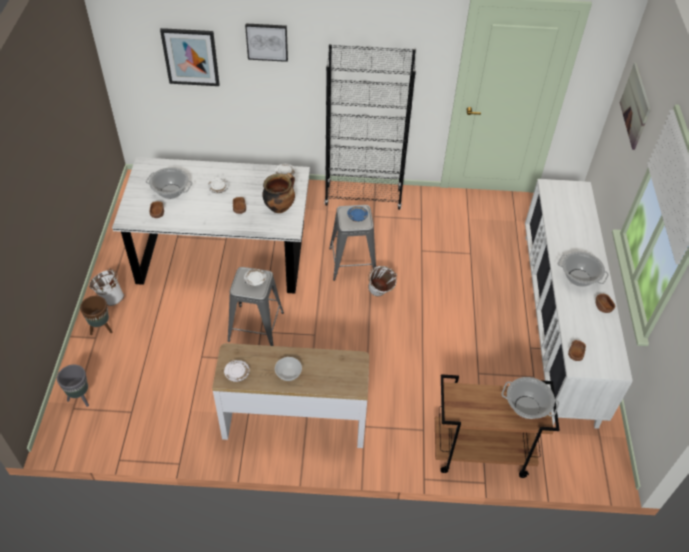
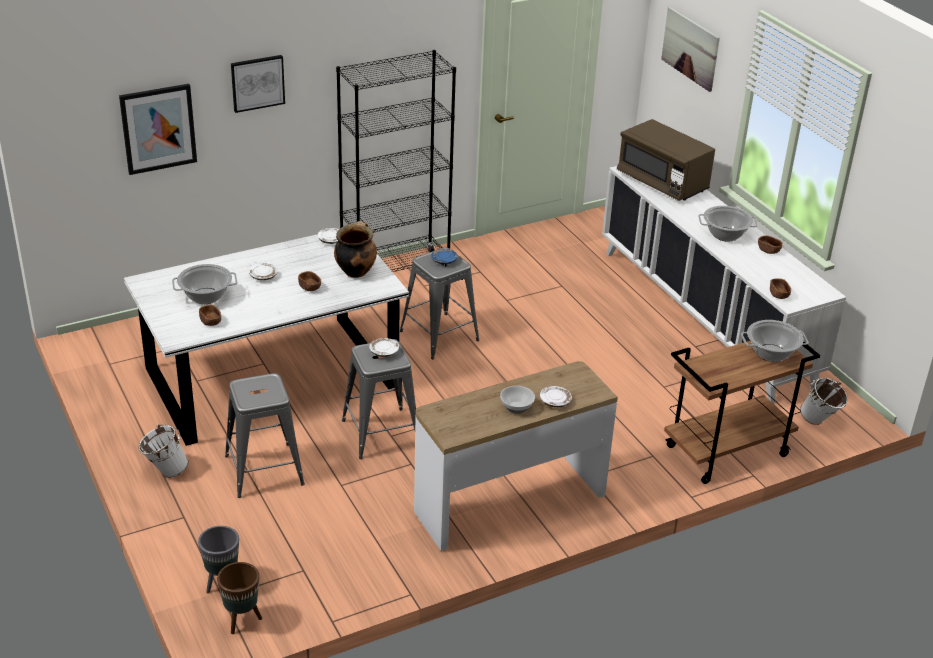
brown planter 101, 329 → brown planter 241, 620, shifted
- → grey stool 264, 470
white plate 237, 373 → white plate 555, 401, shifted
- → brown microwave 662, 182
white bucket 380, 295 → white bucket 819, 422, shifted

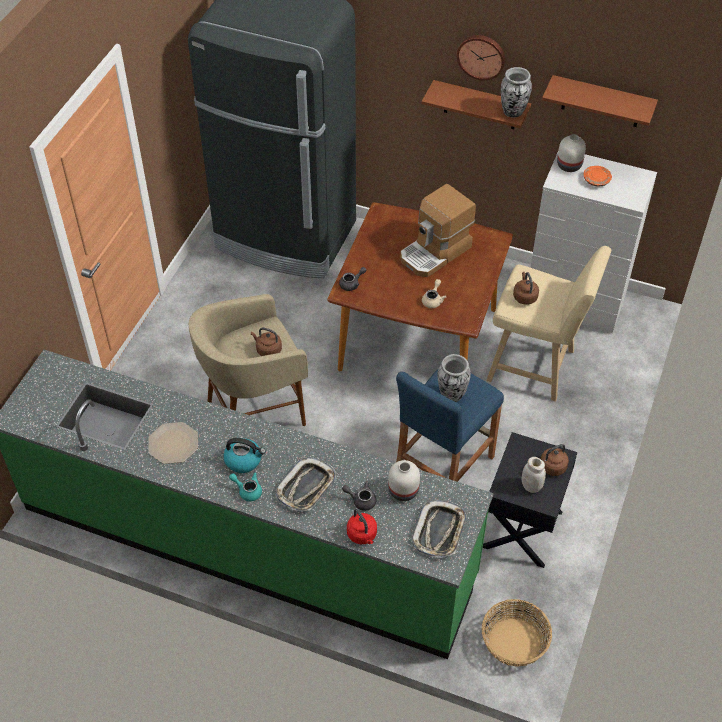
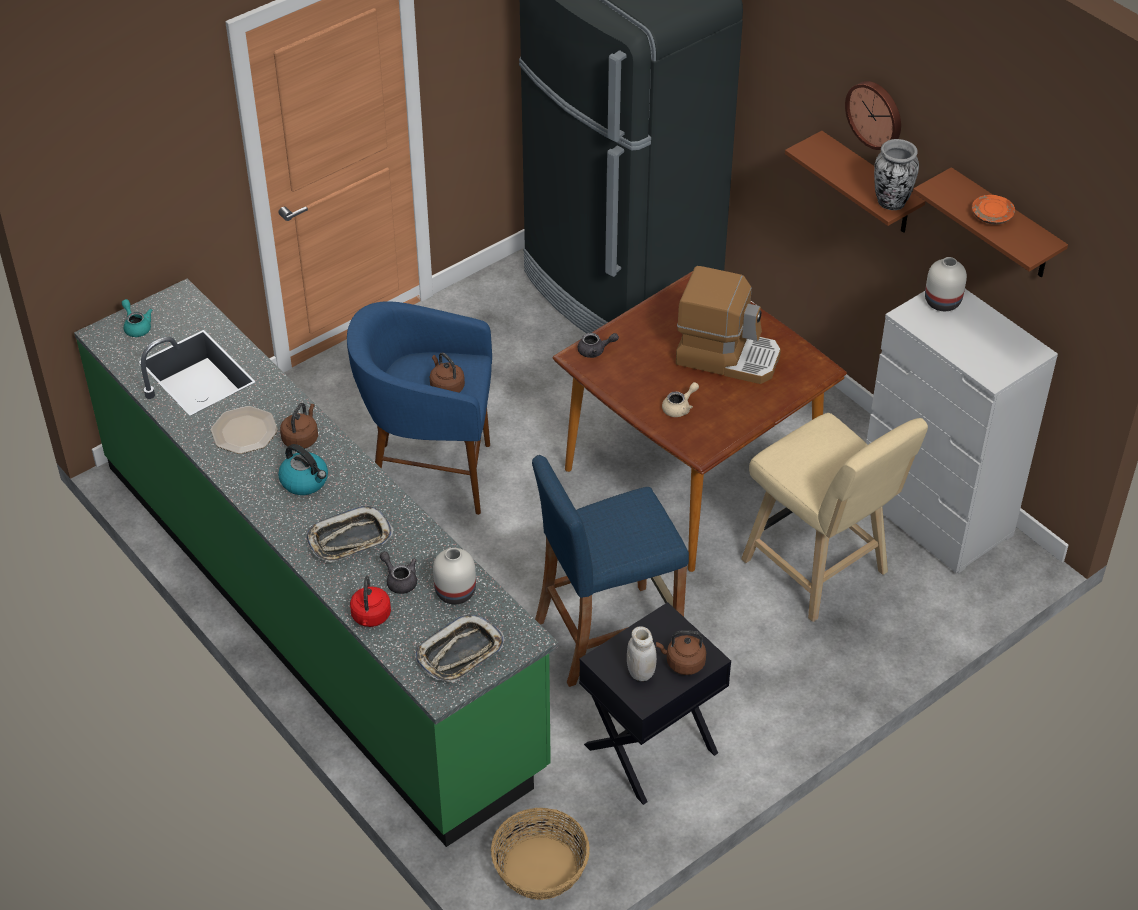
turquoise teapot 247, 490 → turquoise teapot 136, 326, shifted
brown kettle 524, 296 → brown kettle 301, 438, shifted
beige stool 254, 413 → blue stool 430, 475
coffee machine 435, 253 → coffee machine 727, 356, 150 degrees counterclockwise
orange plate 596, 180 → orange plate 992, 216, shifted
vase 451, 395 → -

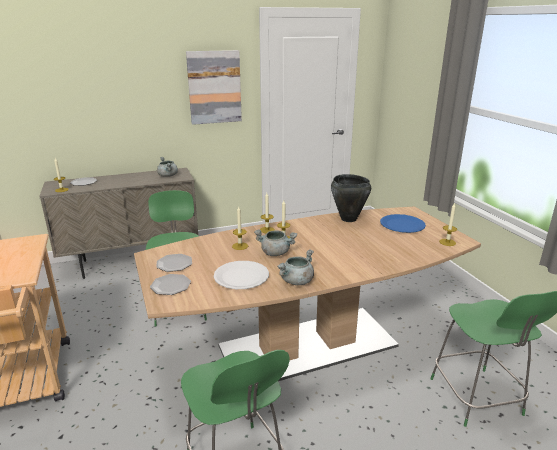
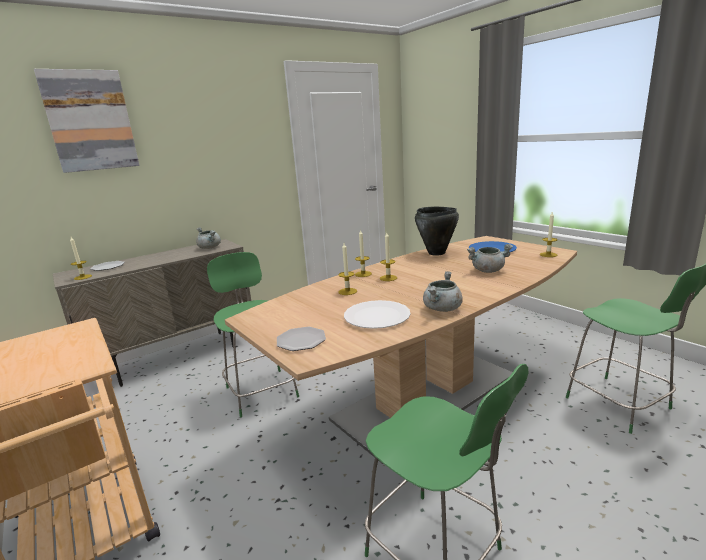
picture 214, 87 → picture 90, 121, shifted
grey cooking pot 275, 253 → grey cooking pot 488, 270, shifted
plate 174, 264 → -

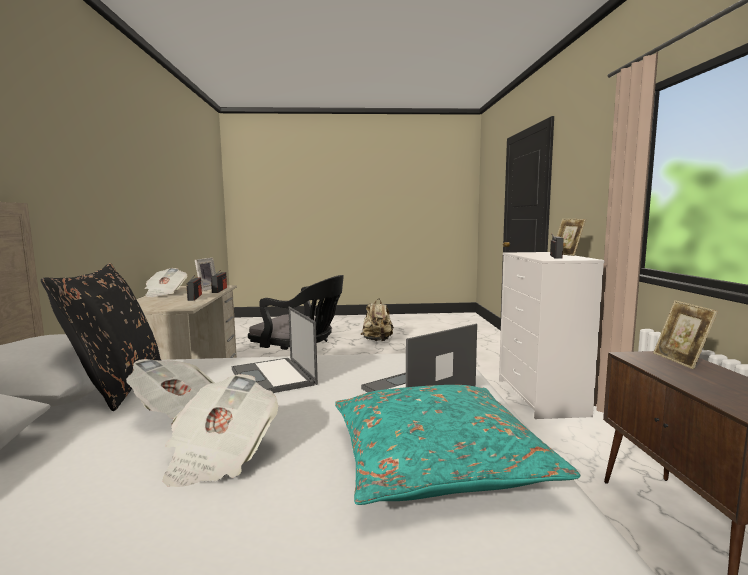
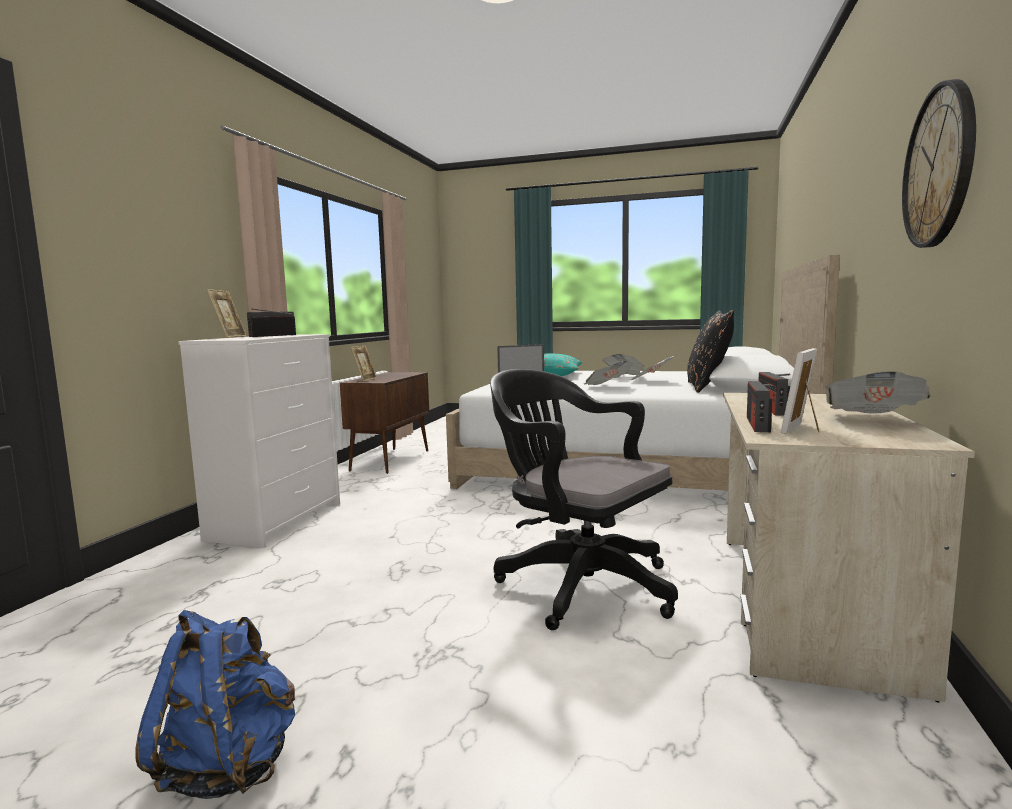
beige backpack 377, 340 → blue backpack 228, 766
laptop 273, 377 → newspaper 608, 387
- → wall clock 939, 166

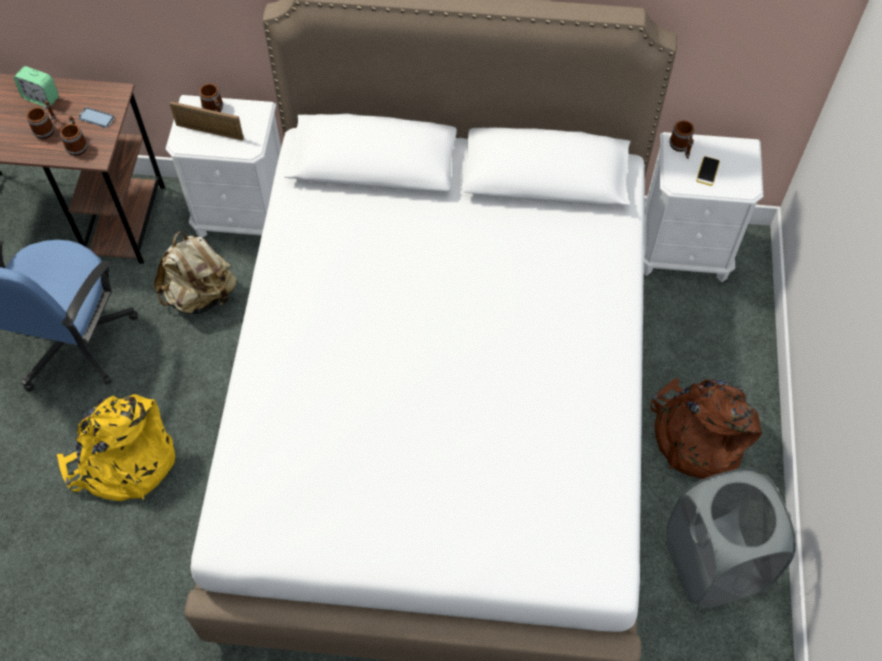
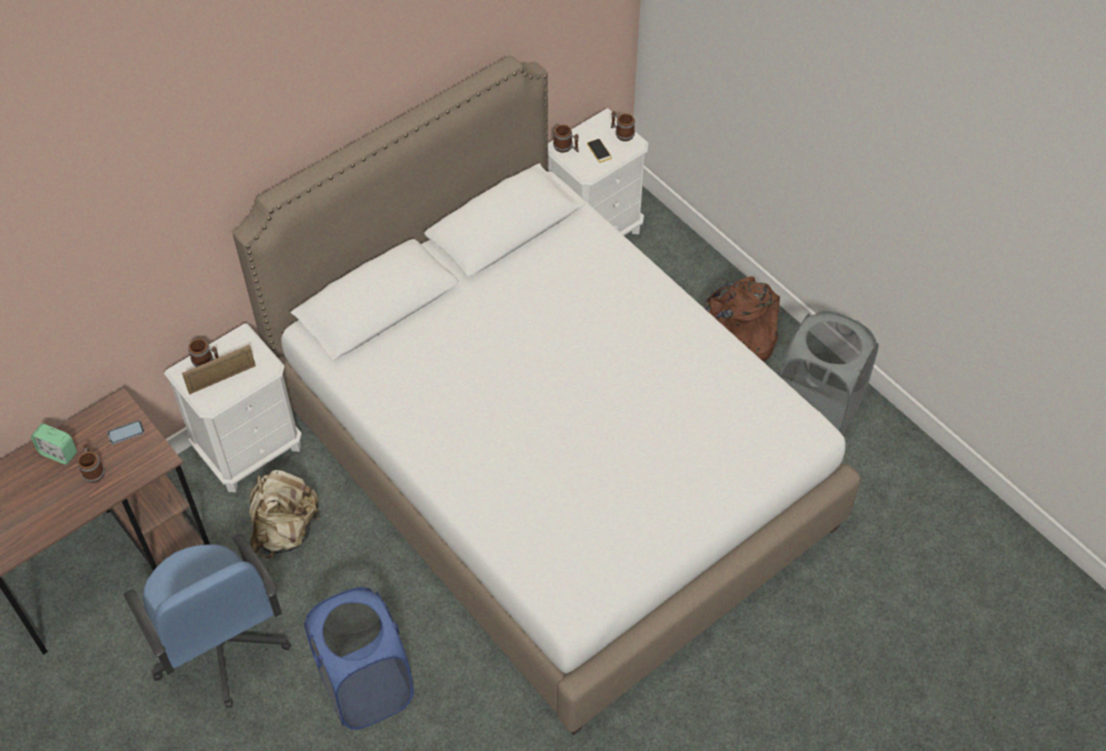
alarm clock 41, 98 → alarm clock 58, 453, 45 degrees clockwise
yellow backpack 123, 460 → blue laundry basket 366, 686
mug 77, 144 → mug 621, 133, shifted

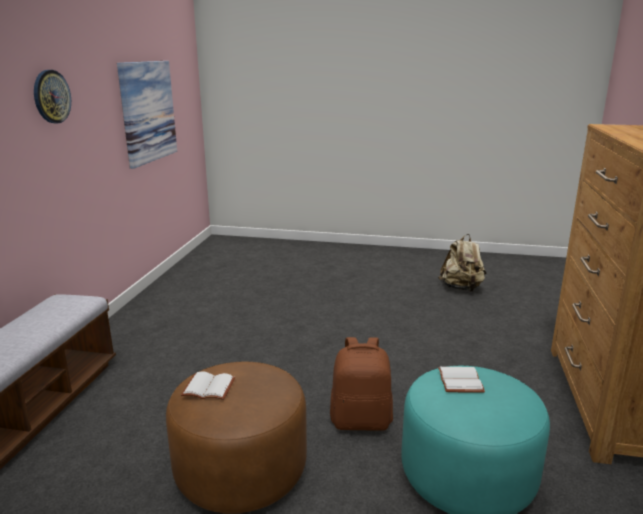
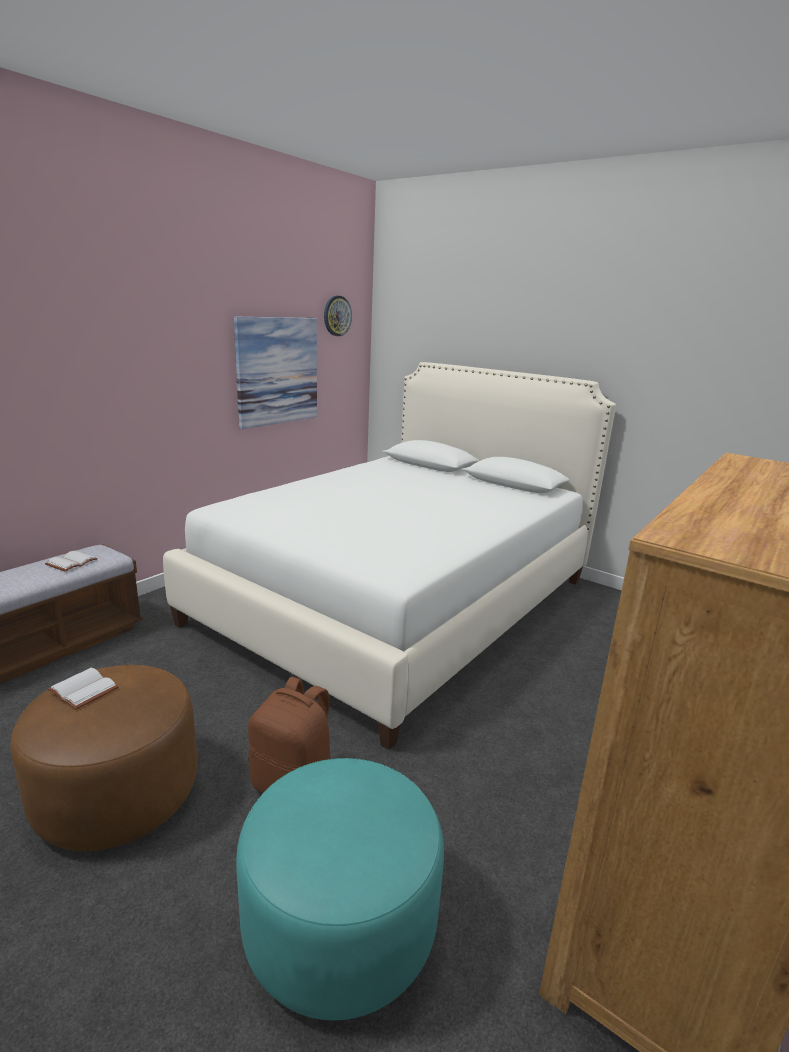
white book 461, 381 → white book 71, 563, shifted
- → white bed 399, 600
wall clock 51, 96 → wall clock 337, 316, shifted
beige backpack 461, 288 → -

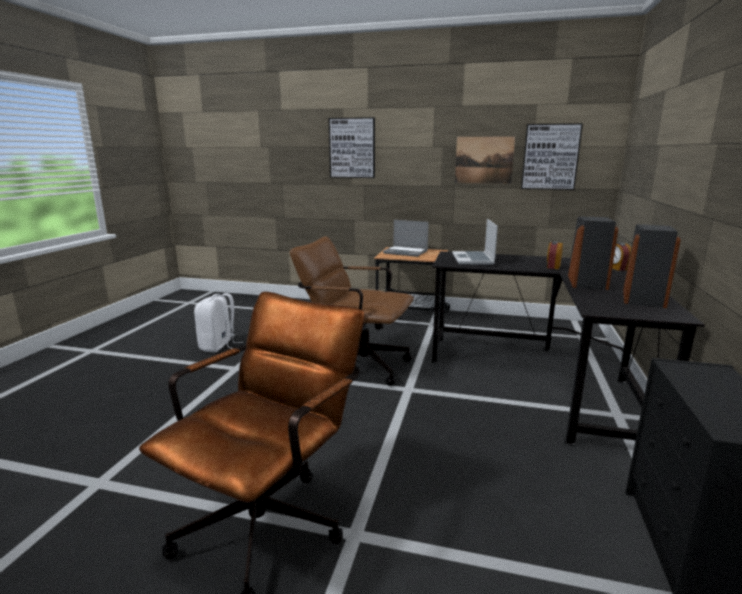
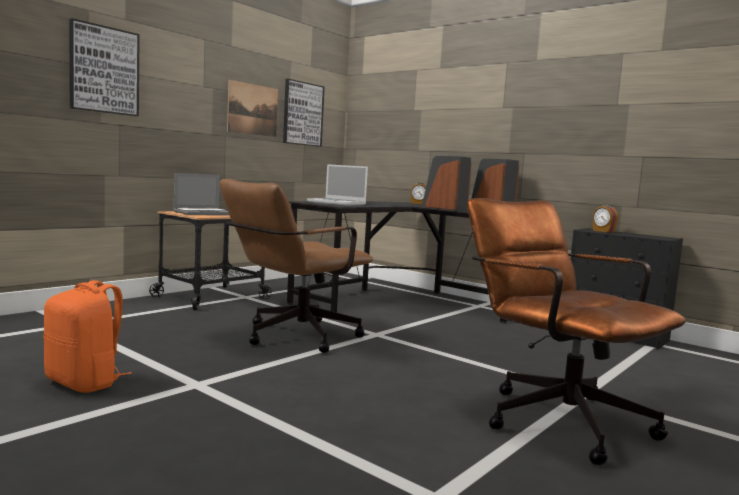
white backpack 218, 346 → orange backpack 85, 383
alarm clock 553, 267 → alarm clock 603, 231, shifted

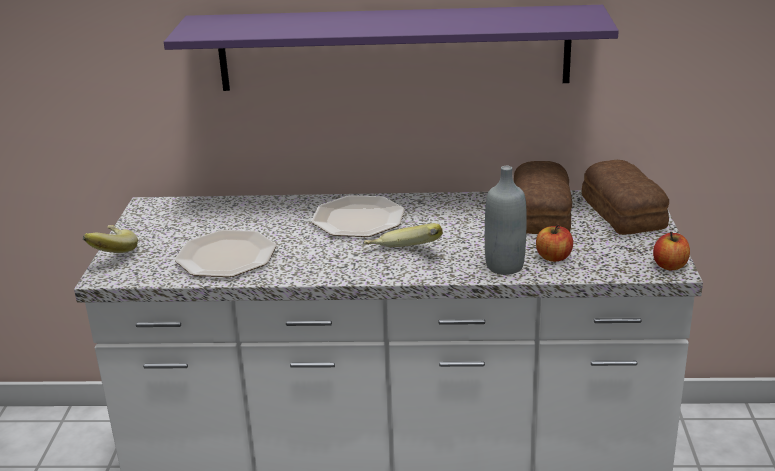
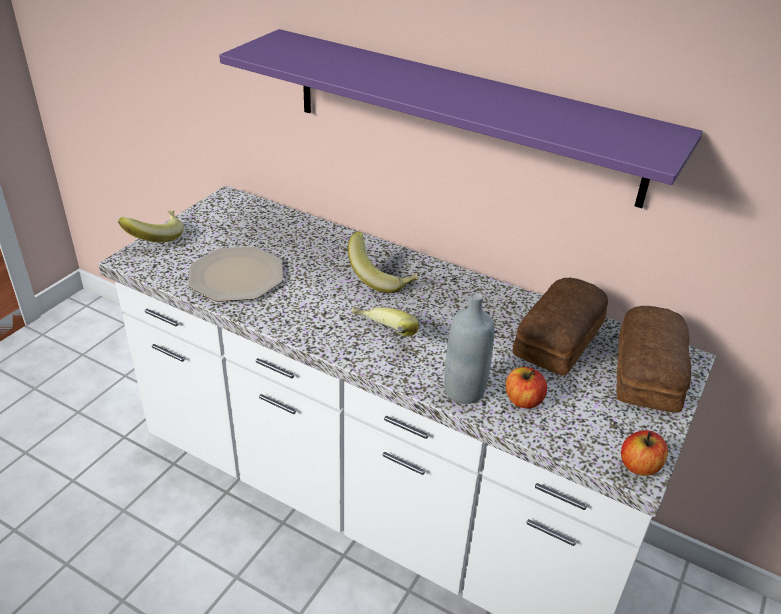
plate 359, 219 → banana 382, 278

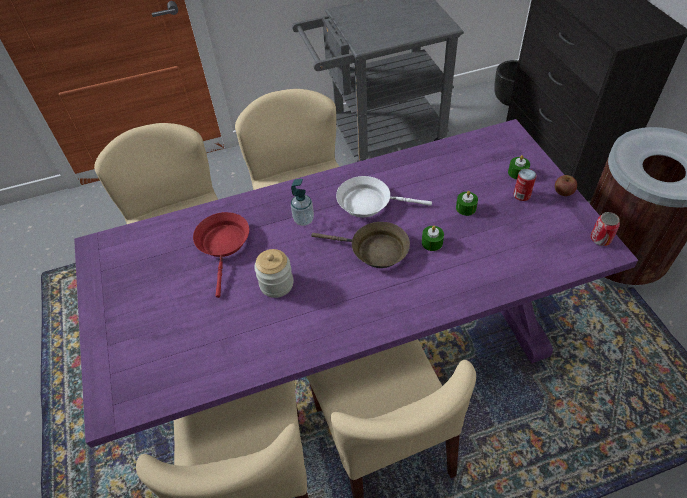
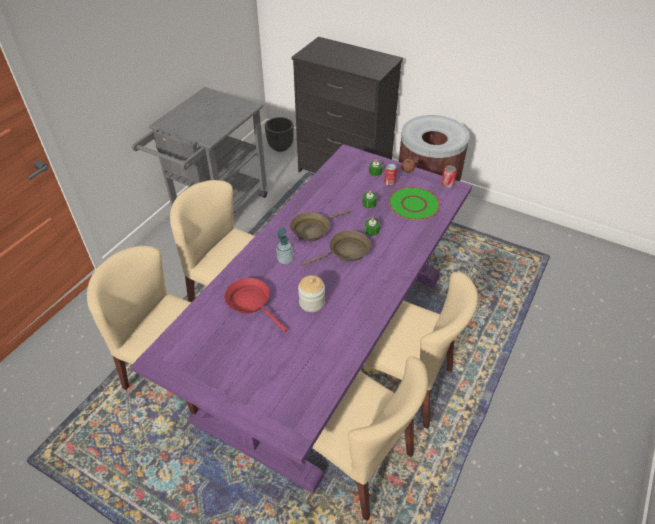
white frying pan 369, 202 → brown frying pan 313, 229
- → green plate 413, 205

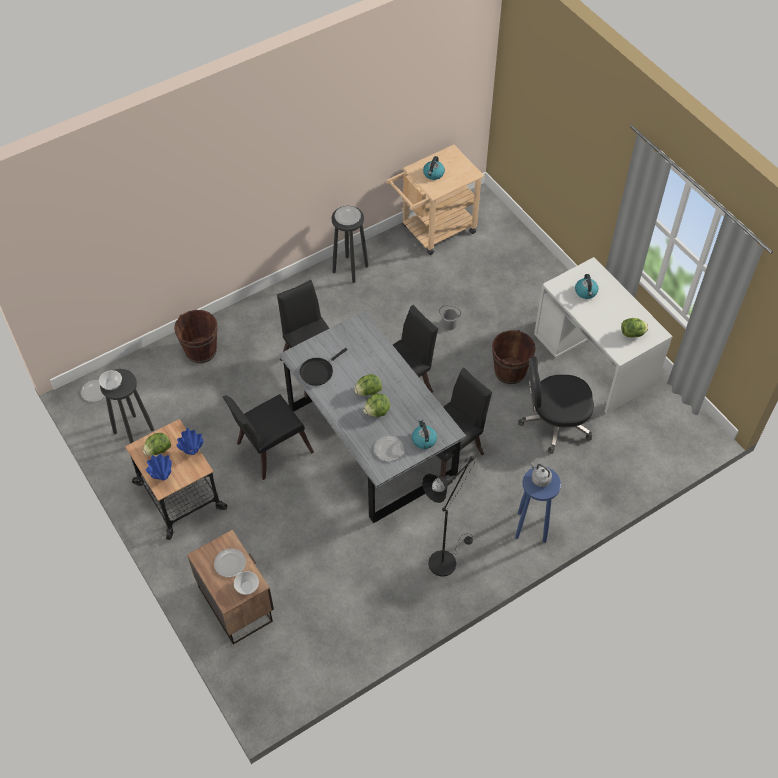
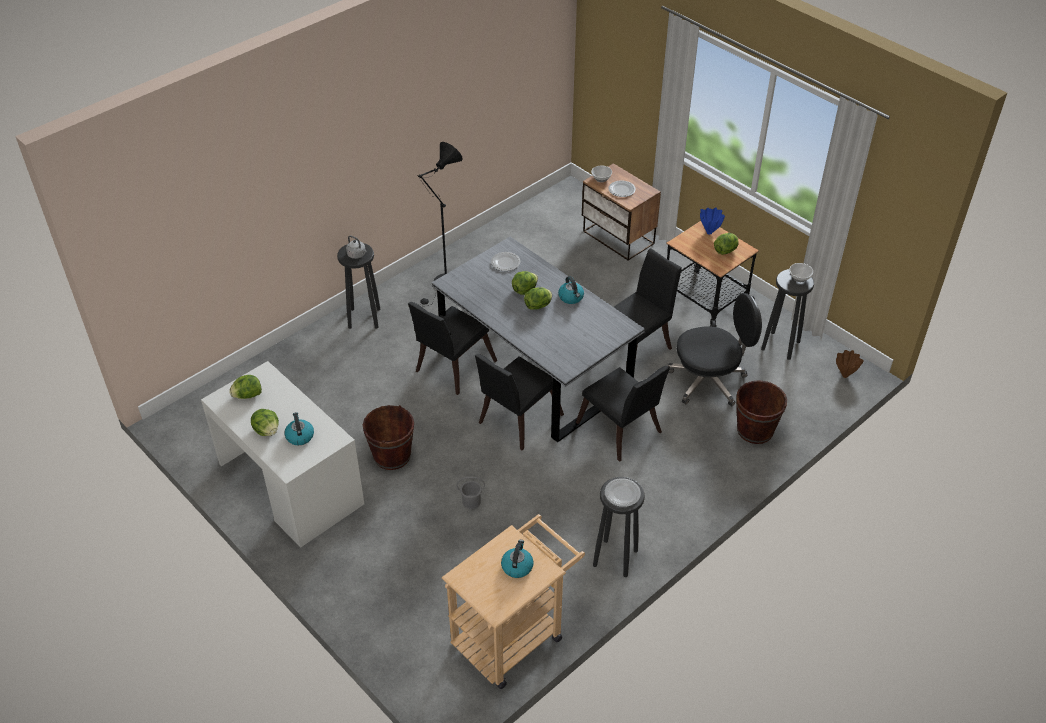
- → lettuce 267, 430
blue stool 532, 526 → black stool 364, 318
kettle 423, 439 → kettle 571, 297, shifted
black office chair 554, 423 → black office chair 709, 381, shifted
plate 94, 391 → brown vase 845, 375
blue vase 192, 453 → -
black frying pan 318, 371 → -

